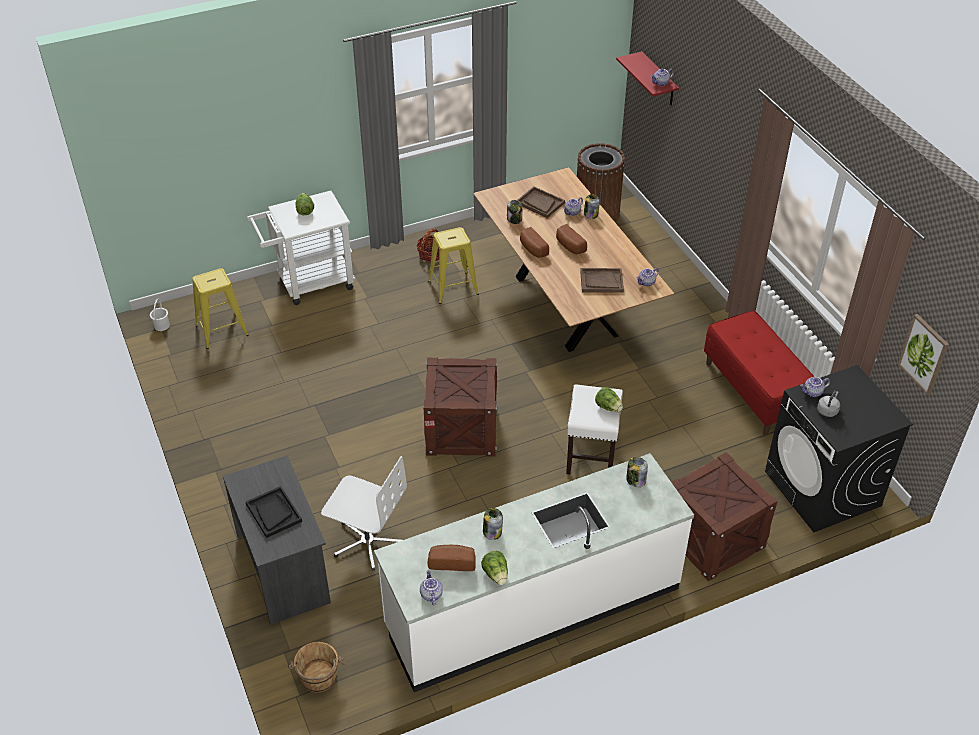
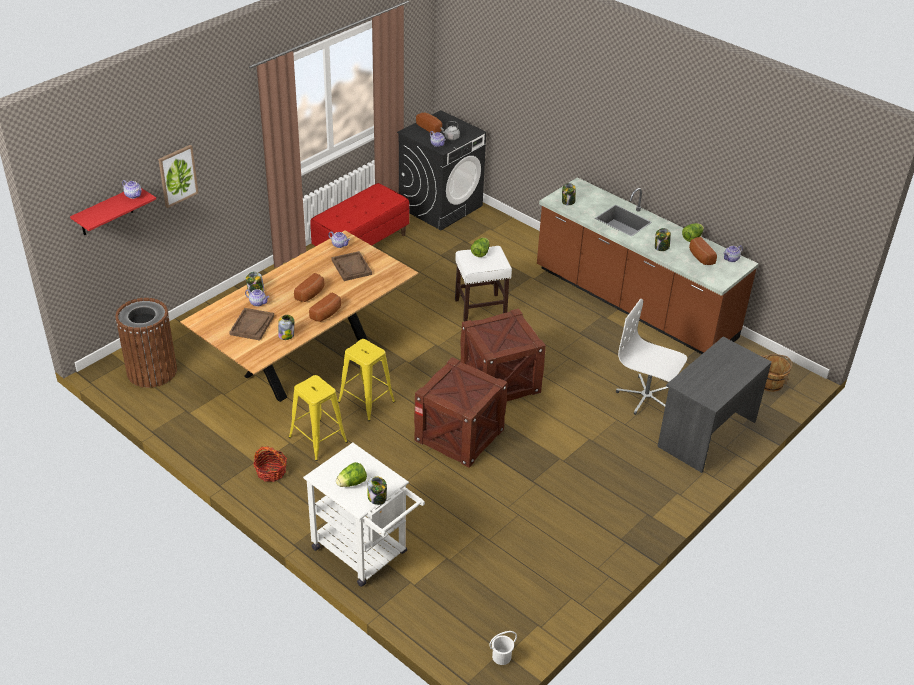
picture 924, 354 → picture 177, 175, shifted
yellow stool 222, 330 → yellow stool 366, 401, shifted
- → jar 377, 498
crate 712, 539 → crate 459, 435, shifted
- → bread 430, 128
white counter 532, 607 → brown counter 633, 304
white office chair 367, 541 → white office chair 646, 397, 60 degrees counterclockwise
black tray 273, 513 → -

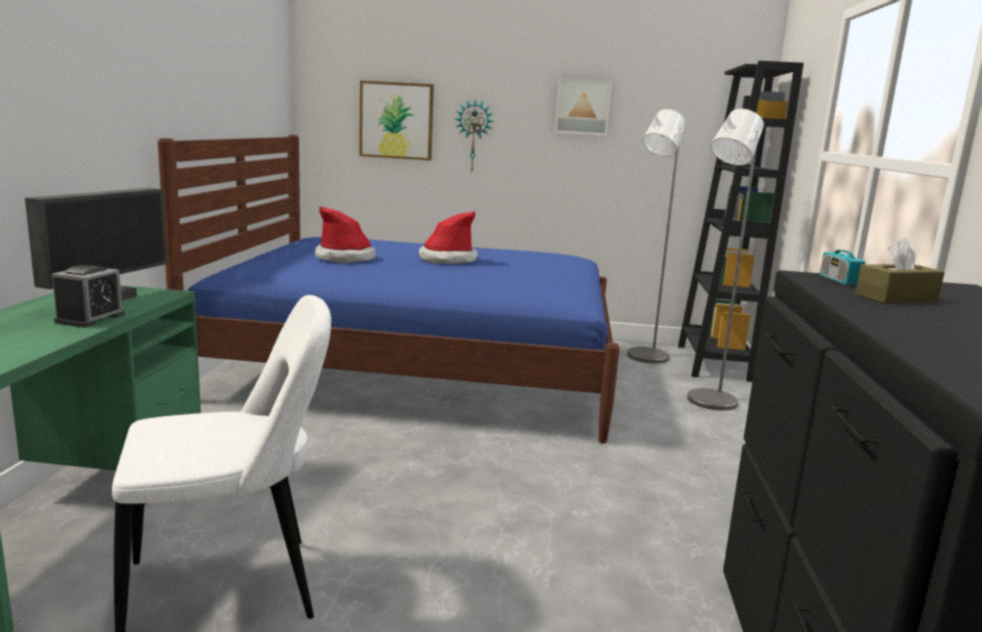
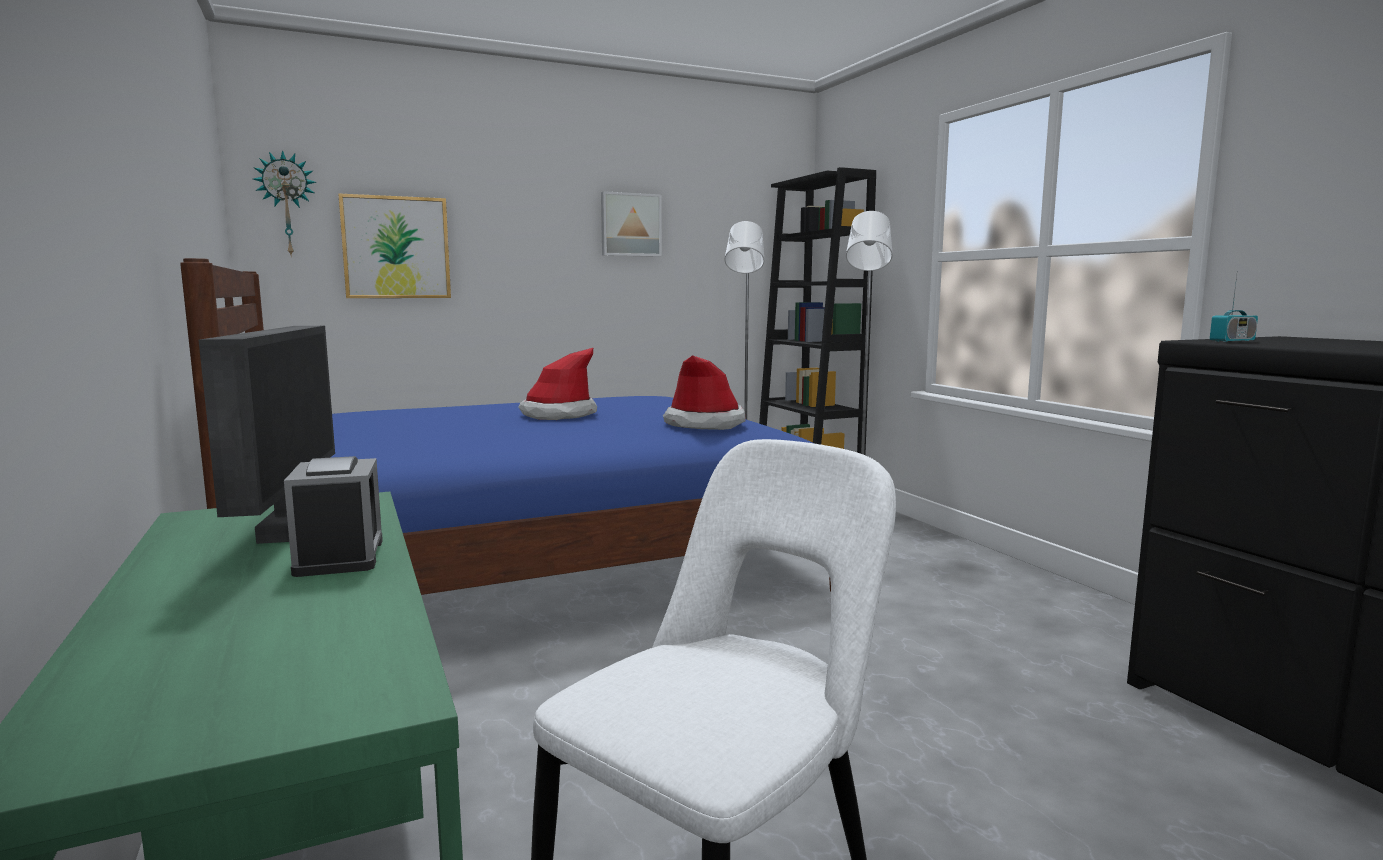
wall clock 473, 136 → wall clock 287, 204, shifted
hat 345, 258 → hat 704, 424, shifted
radio 839, 280 → radio 1232, 341, 75 degrees counterclockwise
brown tissue box 896, 298 → -

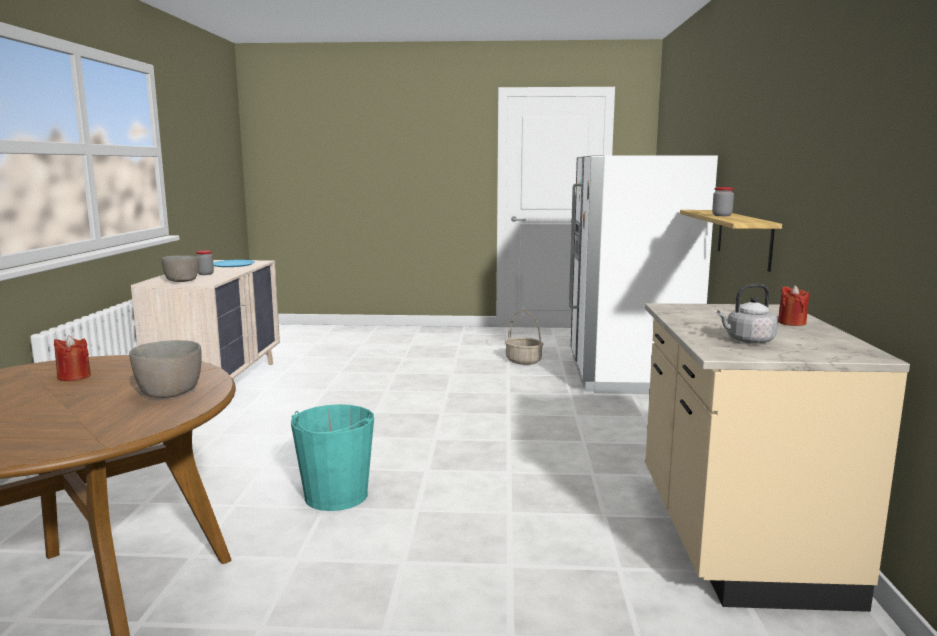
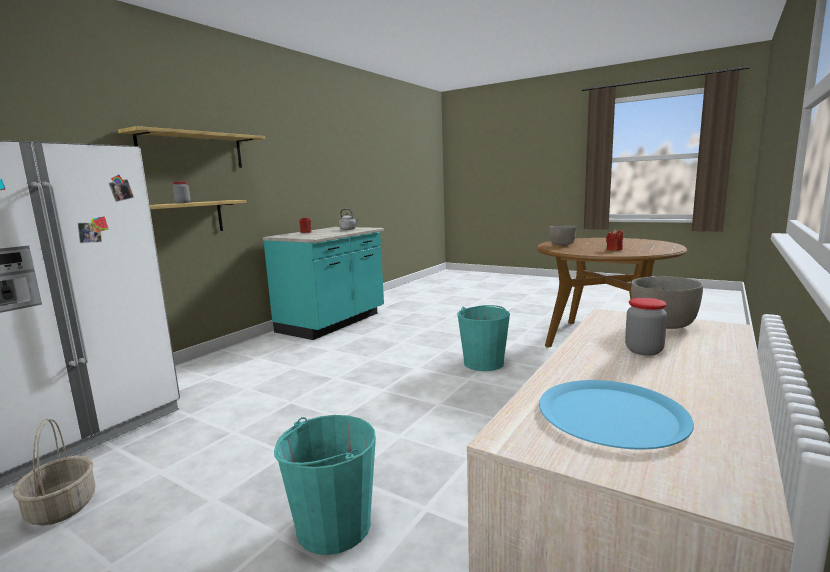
- → shelf 192, 151
beige counter 734, 538 → turquoise counter 333, 323
- → turquoise bucket 333, 526

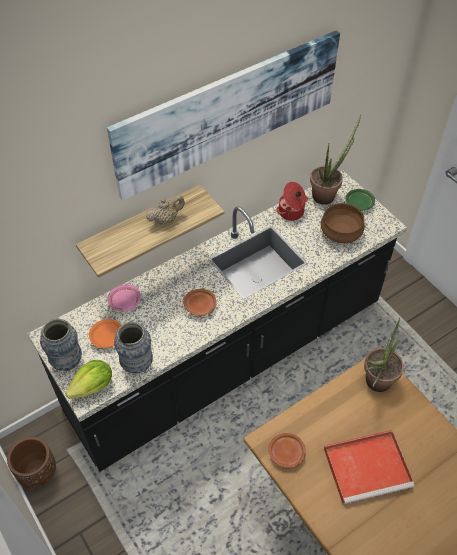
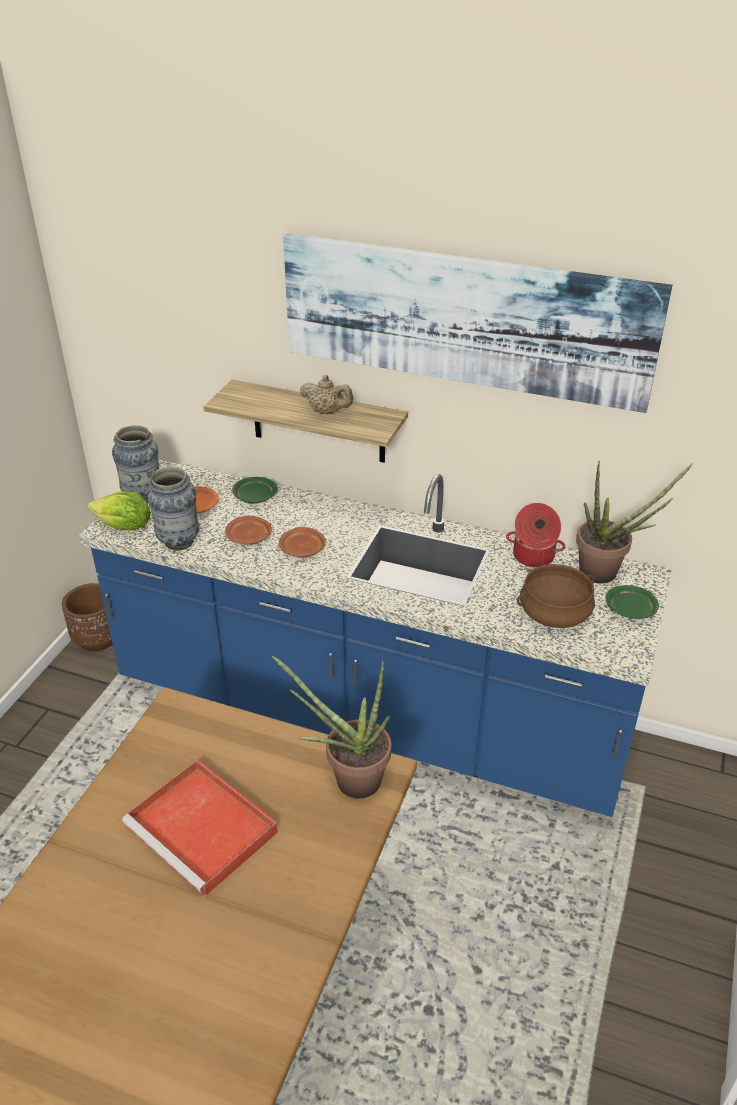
black counter 228, 359 → blue counter 368, 715
brown plate 287, 453 → brown plate 249, 537, shifted
pink plate 124, 301 → green plate 254, 496

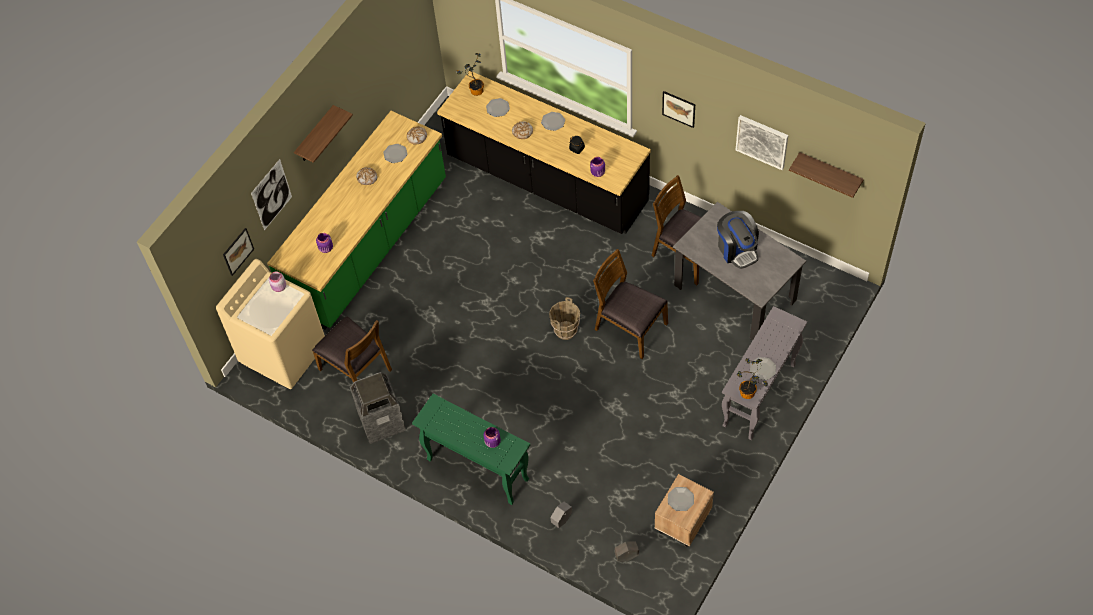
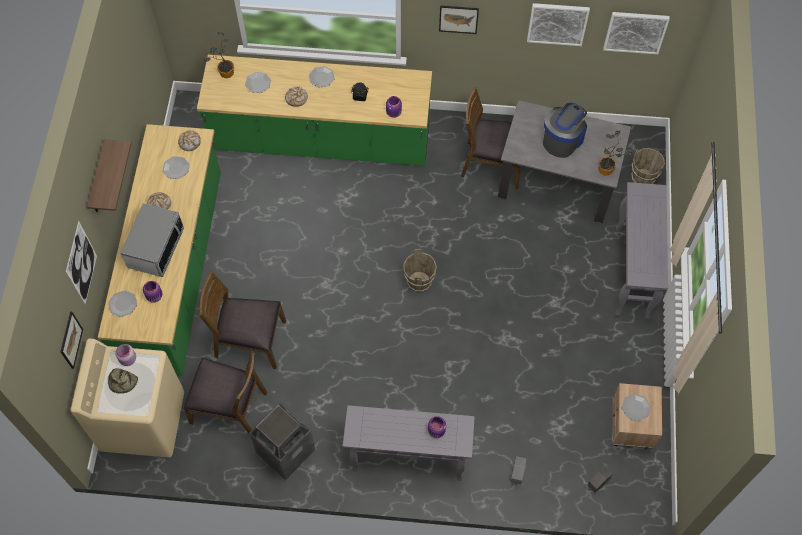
plate 762, 369 → plate 123, 304, shifted
- → bread 122, 382
- → microwave 155, 248
black counter 546, 181 → green counter 321, 140
brown chair 630, 327 → brown chair 249, 340, shifted
green console table 476, 469 → grey console table 407, 459
coffee machine 737, 249 → coffee machine 562, 139, 90 degrees counterclockwise
potted plant 749, 394 → potted plant 608, 170, shifted
shelf 830, 172 → picture 635, 31
- → brown bucket 642, 178

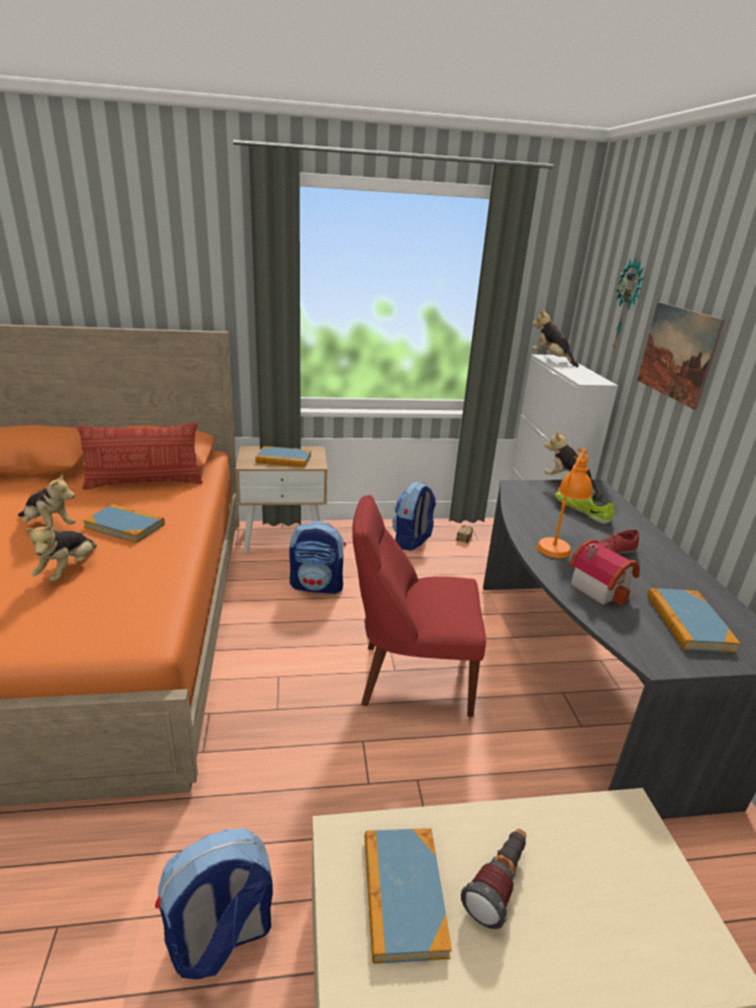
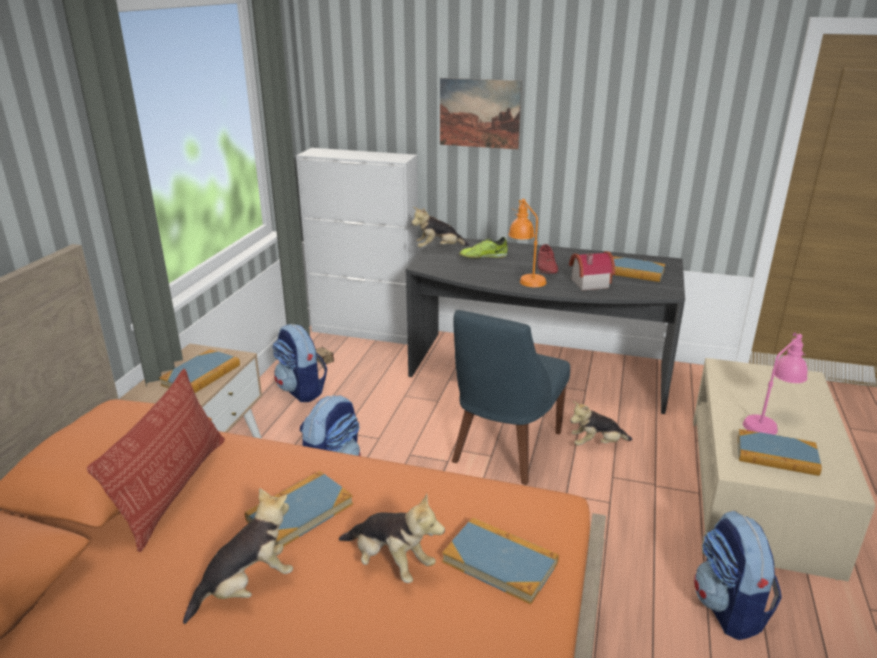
- → book 500, 562
red chair 410, 677 → blue chair 504, 449
plush toy 551, 359 → plush toy 597, 444, shifted
flashlight 498, 884 → pink table lamp 768, 422
wall clock 628, 306 → -

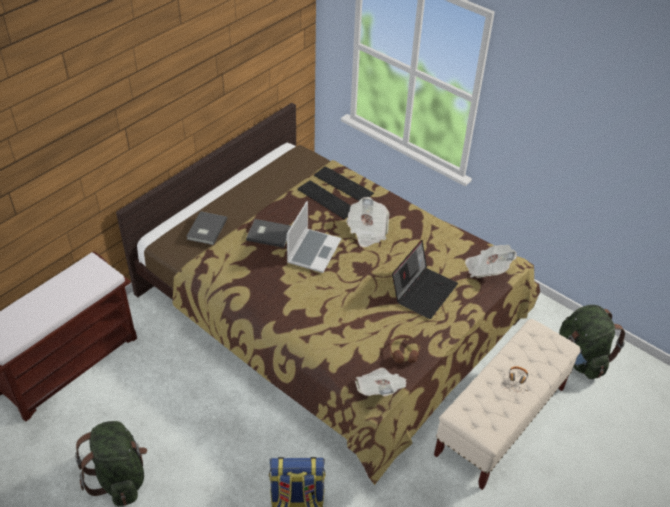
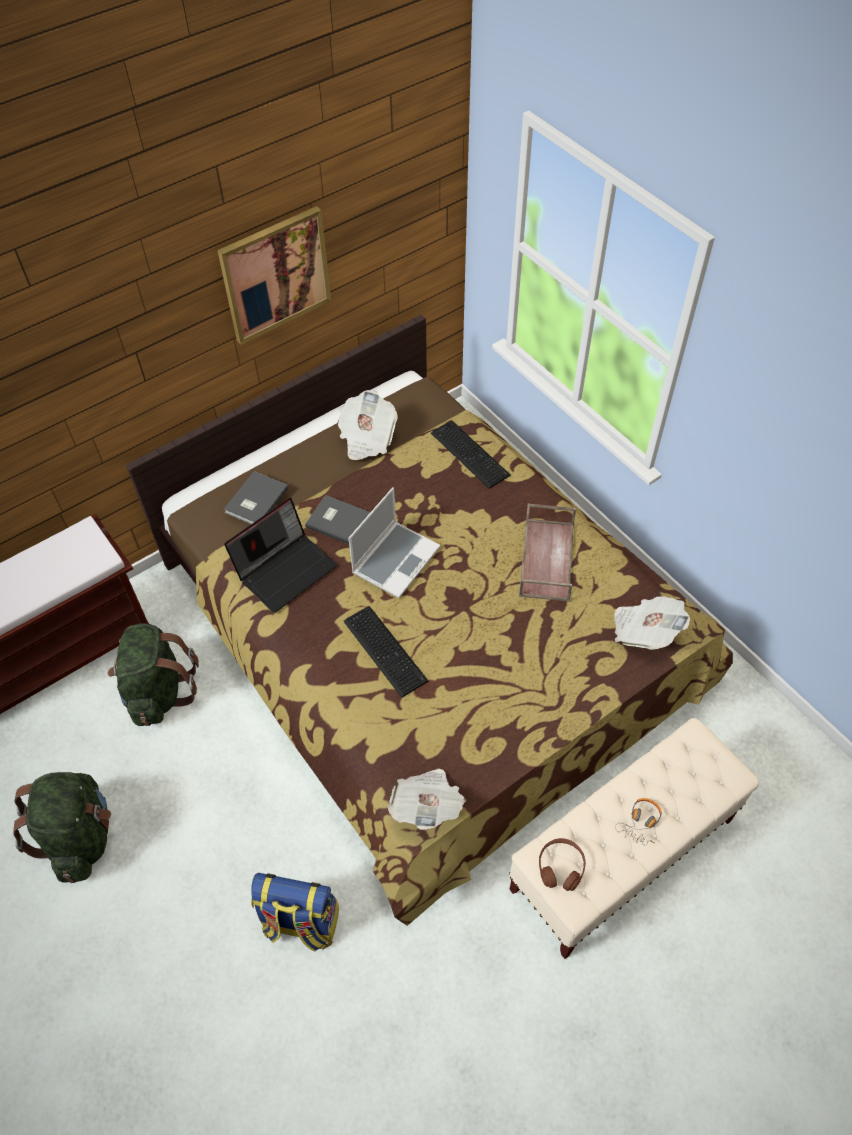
green backpack 581, 358 → green backpack 159, 691, shifted
- → picture 275, 275
laptop 423, 291 → laptop 286, 569, shifted
newspaper 367, 231 → newspaper 367, 438, shifted
keyboard 327, 198 → keyboard 386, 649, shifted
- → brown tray 545, 558
brown headphones 404, 352 → brown headphones 560, 867, shifted

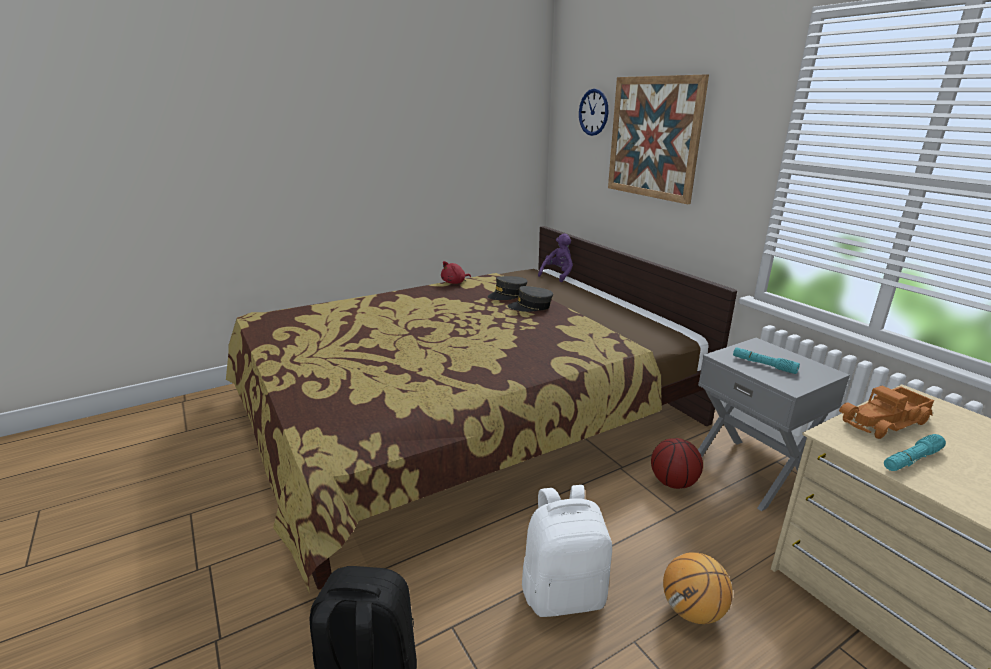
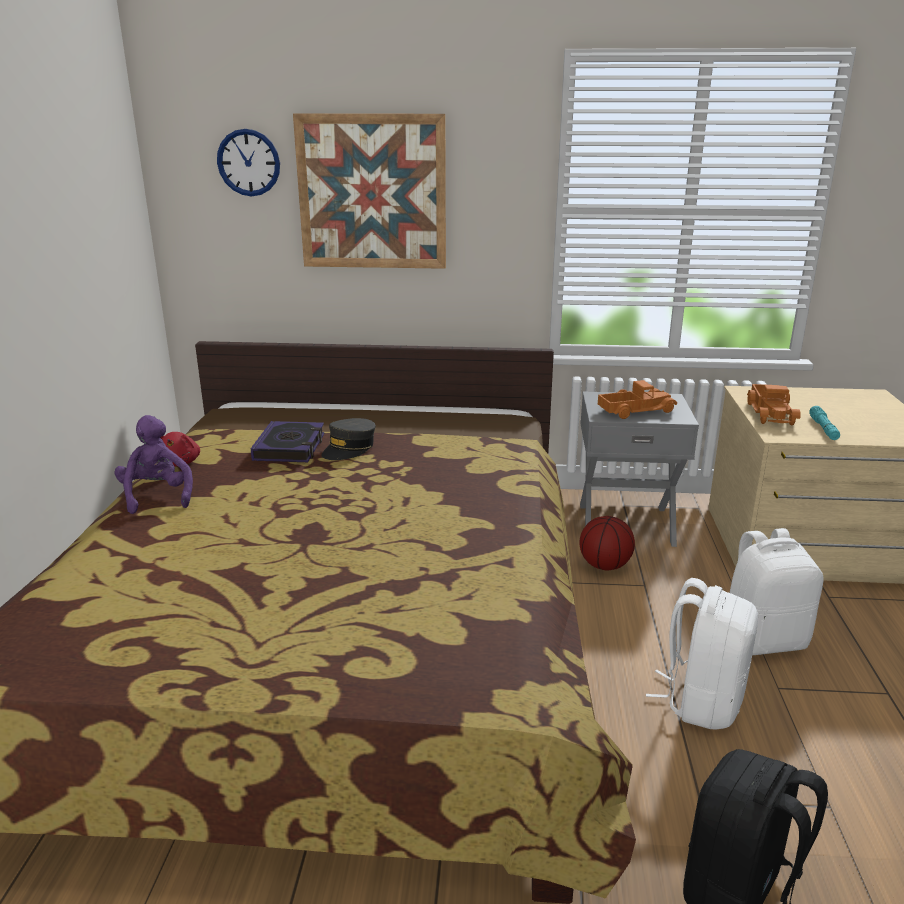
purple plush toy 558, 275 → purple plush toy 157, 496, shifted
grey cap 508, 295 → book 290, 447
turquoise flashlight 763, 365 → toy truck 635, 410
basketball 692, 610 → white backpack 762, 640

